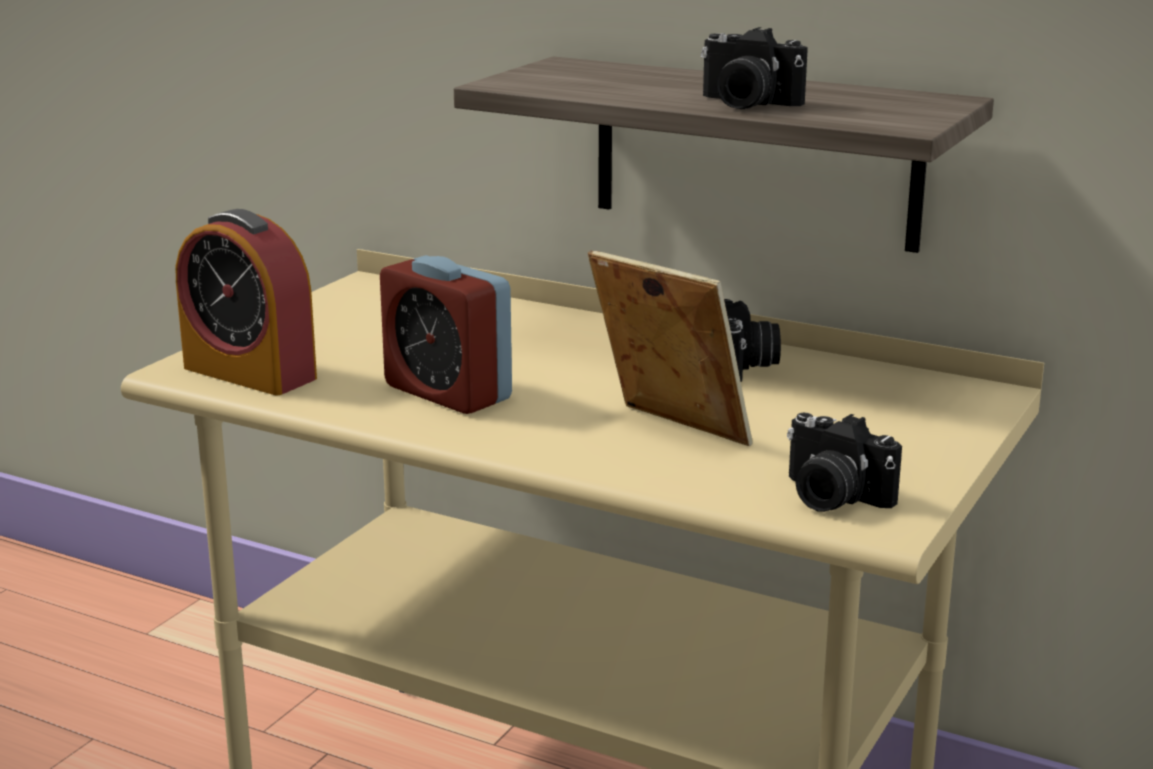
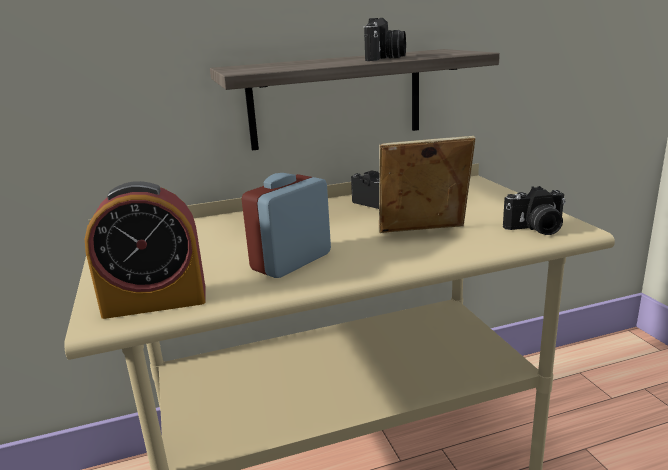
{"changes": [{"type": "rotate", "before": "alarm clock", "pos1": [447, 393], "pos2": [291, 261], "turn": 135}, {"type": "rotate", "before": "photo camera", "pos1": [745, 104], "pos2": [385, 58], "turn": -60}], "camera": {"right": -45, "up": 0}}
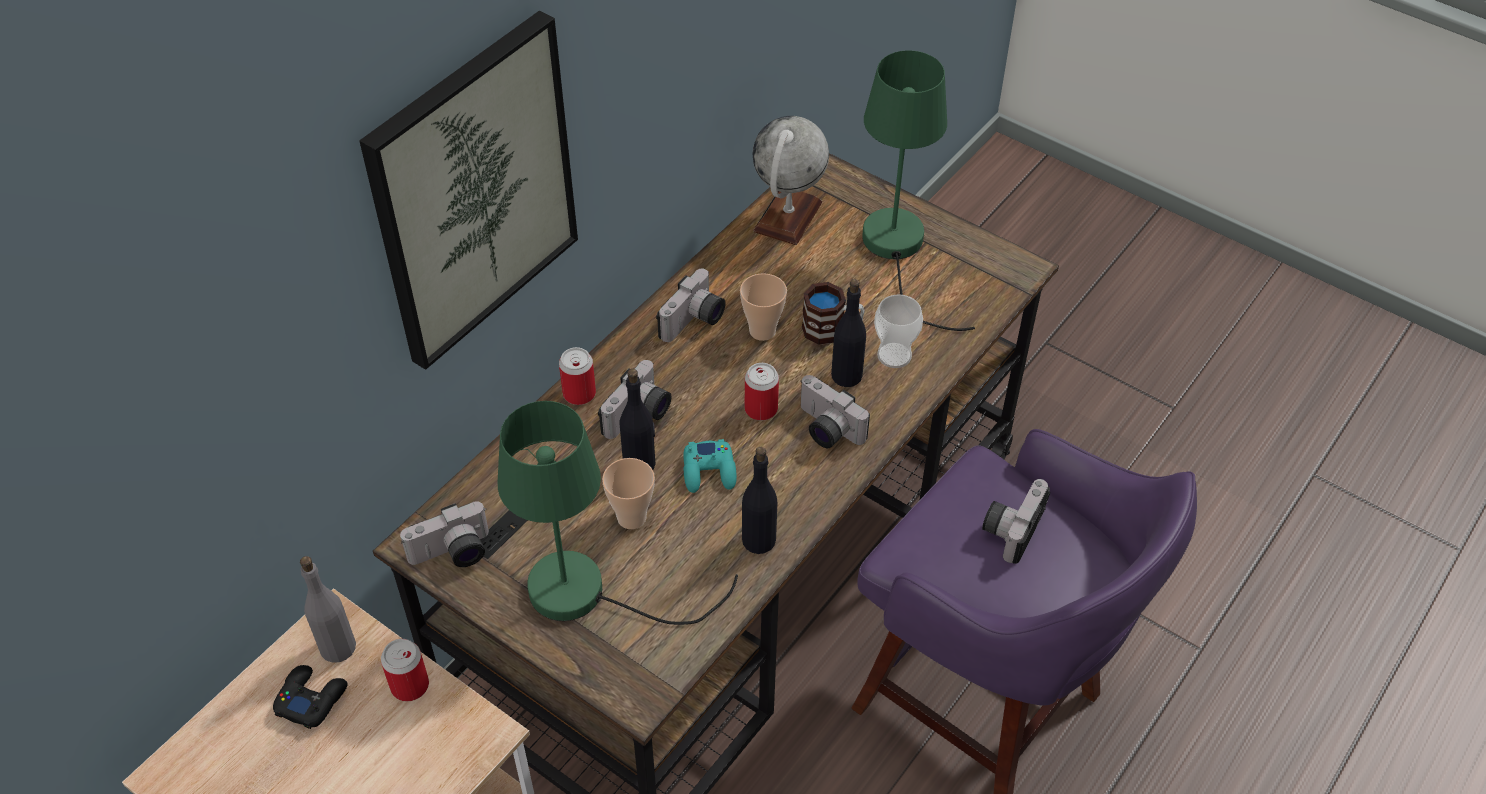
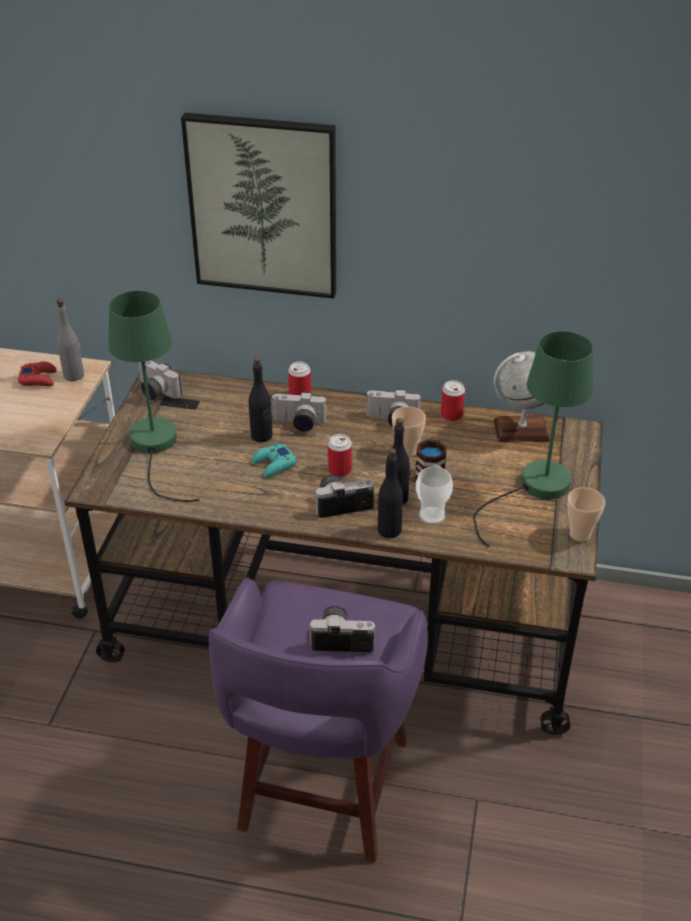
{"changes": [{"type": "recolor", "before": "black game controller", "after": "red game controller", "pos1": [311, 699], "pos2": [38, 379]}, {"type": "rotate", "before": "photo camera", "pos1": [825, 429], "pos2": [342, 503], "turn": 60}, {"type": "move", "before": "black bottle", "pos1": [758, 540], "pos2": [389, 530]}, {"type": "move", "before": "can", "pos1": [410, 685], "pos2": [451, 415]}, {"type": "move", "before": "cup", "pos1": [631, 517], "pos2": [580, 534]}], "camera": {"right": 65, "up": -10}}
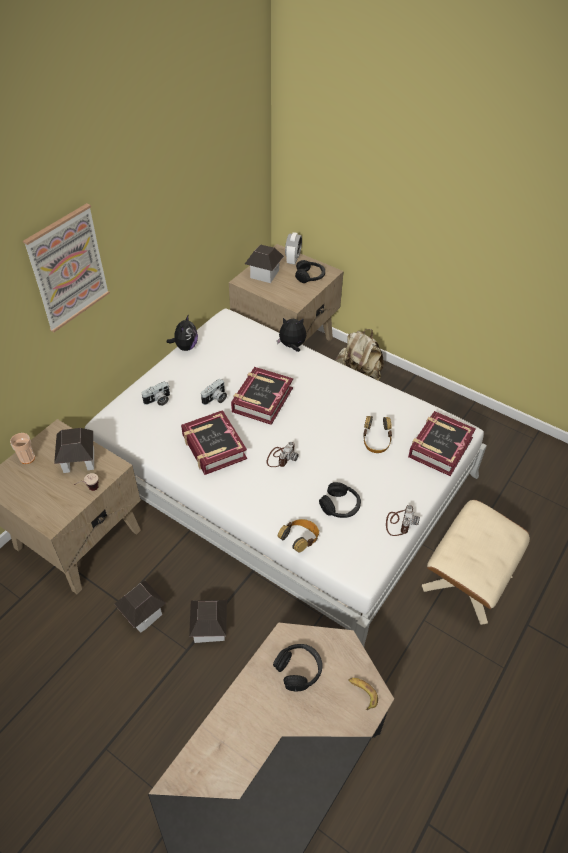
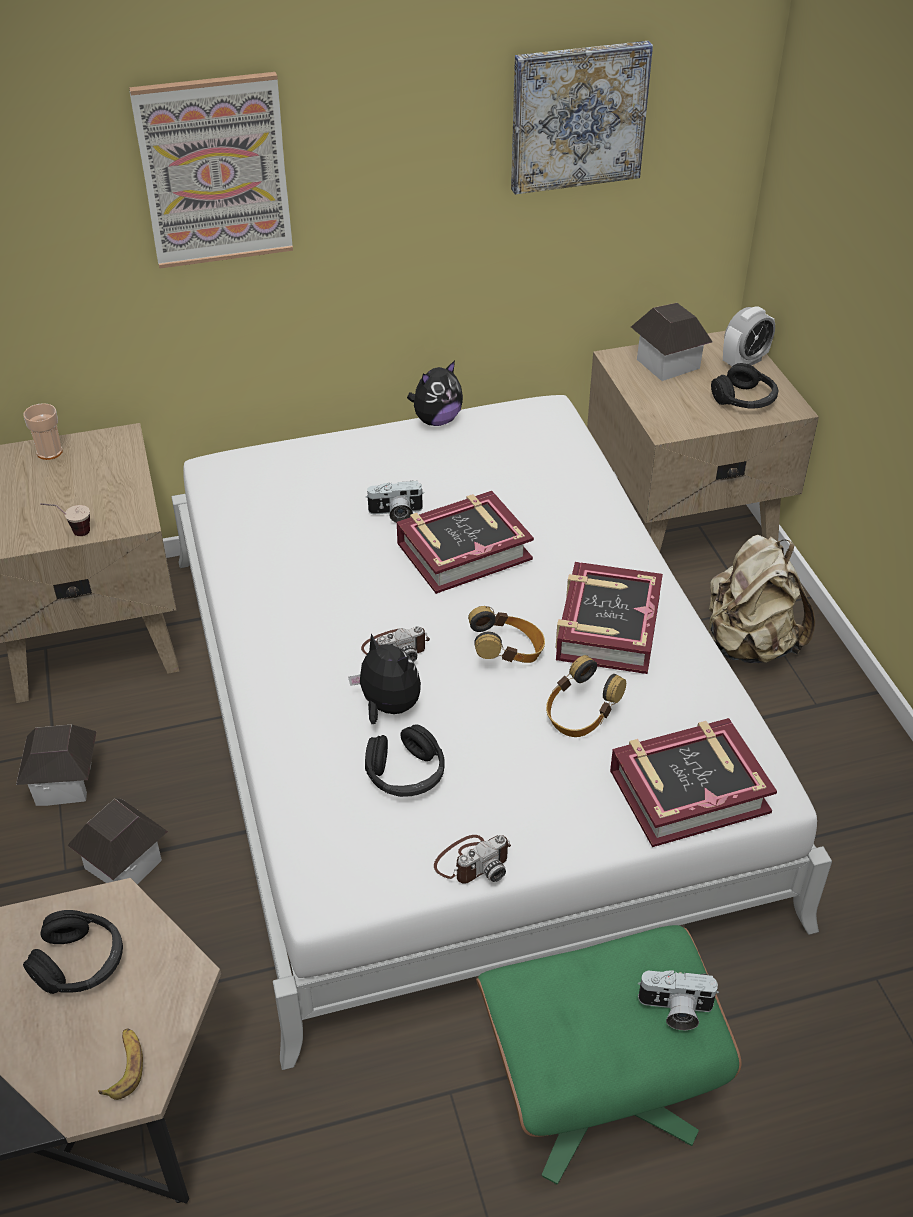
{"changes": [{"type": "move", "before": "plush toy", "pos1": [292, 346], "pos2": [387, 707]}, {"type": "move", "before": "headphones", "pos1": [300, 540], "pos2": [507, 653]}, {"type": "recolor", "before": "beige ottoman", "after": "green ottoman", "pos1": [466, 581], "pos2": [596, 1087]}, {"type": "insert", "after": "picture", "pos2": [577, 116]}, {"type": "move", "before": "book", "pos1": [213, 447], "pos2": [607, 627]}, {"type": "move", "before": "photo camera", "pos1": [158, 400], "pos2": [675, 1010]}, {"type": "delete", "before": "toy house", "pos1": [78, 461]}], "camera": {"right": 40, "up": -5}}
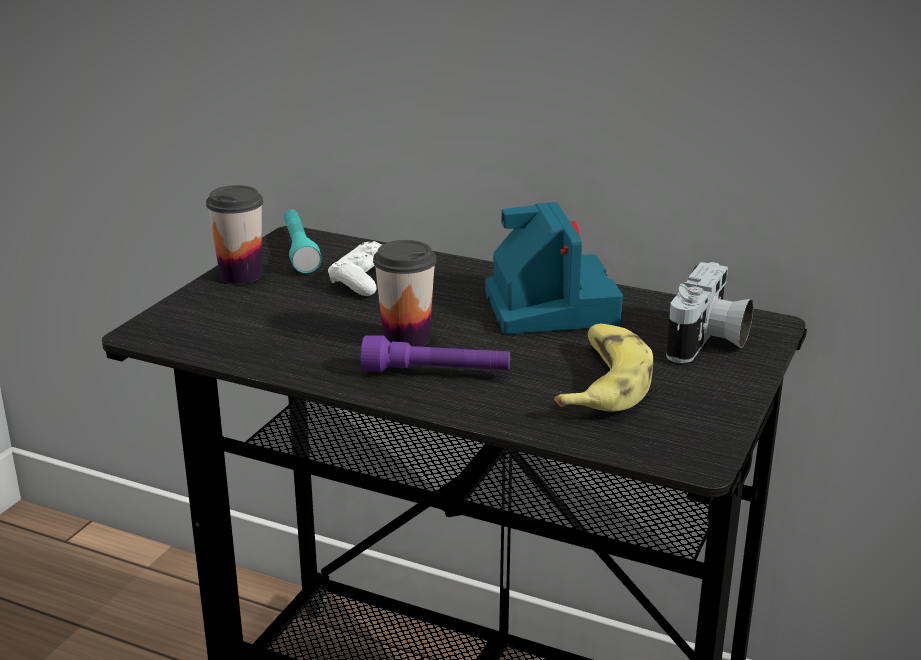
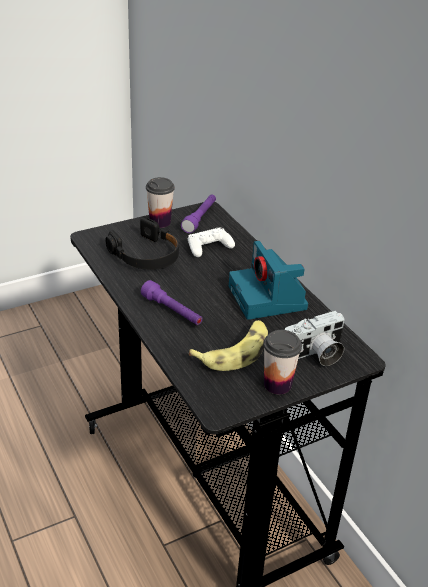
{"changes": [{"type": "insert", "after": "black headphones", "pos2": [146, 255]}, {"type": "recolor", "before": "turquoise flashlight", "after": "purple flashlight", "pos1": [299, 250], "pos2": [200, 218]}, {"type": "rotate", "before": "photo camera", "pos1": [548, 306], "pos2": [268, 298], "turn": 135}, {"type": "move", "before": "cup", "pos1": [406, 339], "pos2": [277, 384]}], "camera": {"right": 35, "up": 10}}
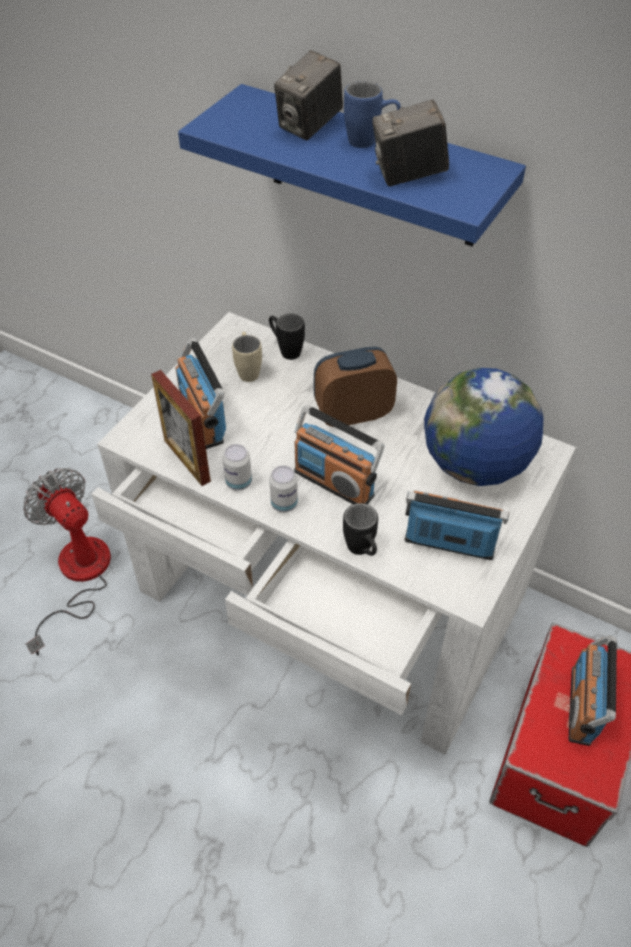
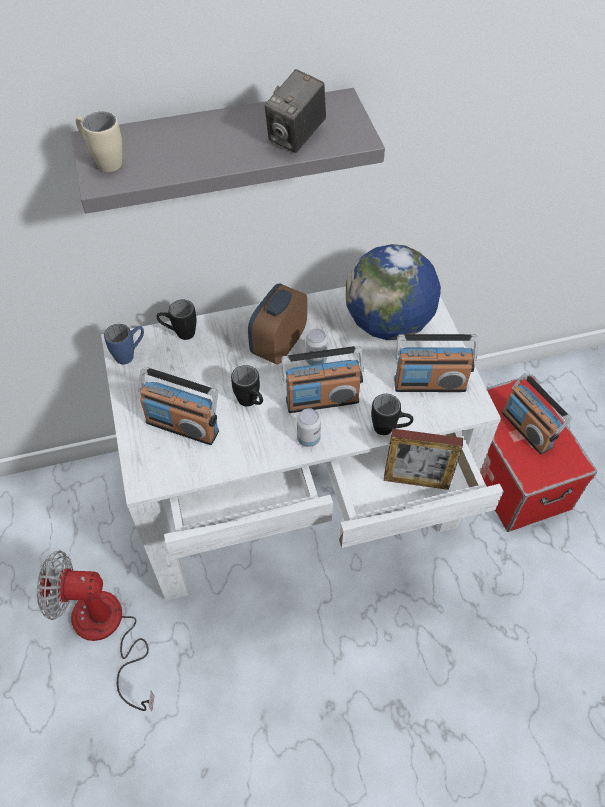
{"changes": [{"type": "recolor", "before": "blue shelf", "after": "grey shelf", "pos1": [372, 168], "pos2": [220, 147]}, {"type": "move", "before": "beige mug", "pos1": [248, 370], "pos2": [103, 161]}, {"type": "move", "before": "blue mug", "pos1": [370, 142], "pos2": [130, 354]}, {"type": "insert", "after": "black mug", "pos2": [251, 403]}, {"type": "move", "before": "can", "pos1": [239, 482], "pos2": [316, 359]}, {"type": "move", "before": "picture frame", "pos1": [187, 460], "pos2": [416, 481]}, {"type": "rotate", "before": "radio", "pos1": [449, 543], "pos2": [429, 383], "turn": -150}, {"type": "delete", "before": "photo camera", "pos1": [309, 127]}], "camera": {"right": -45, "up": 5}}
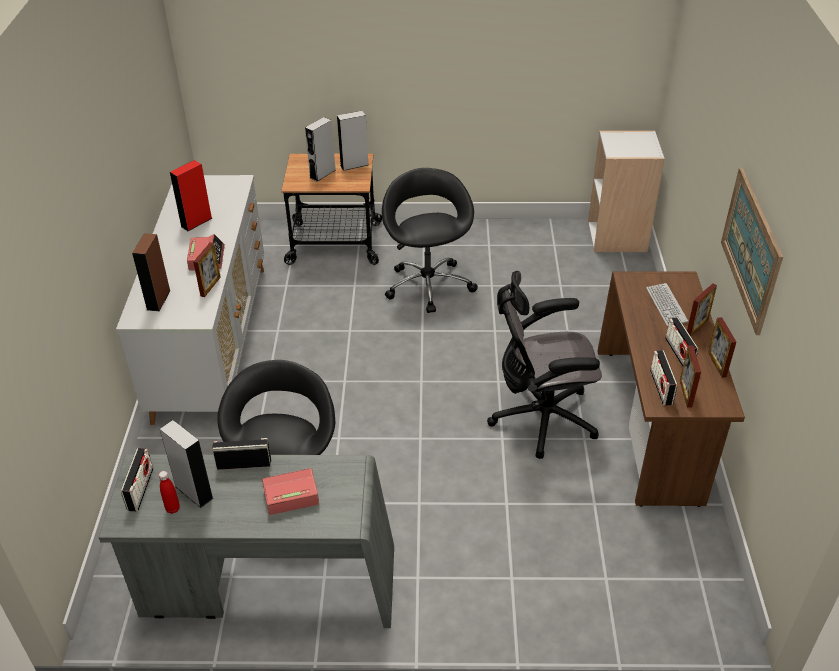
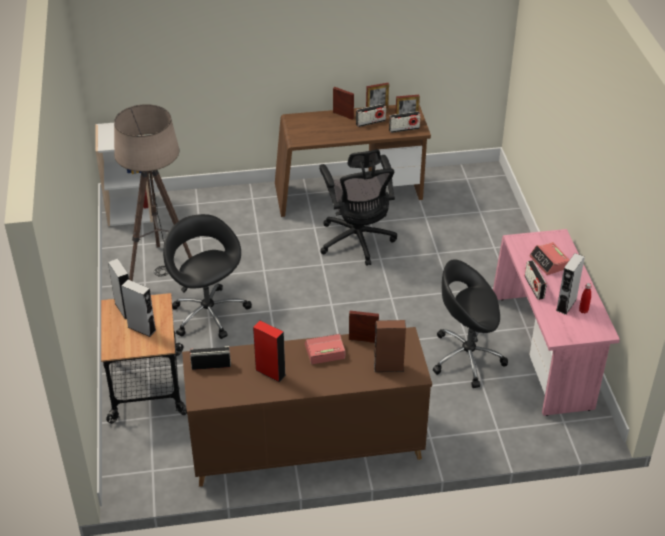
{"changes": [{"type": "insert", "after": "floor lamp", "pos2": [162, 272]}, {"type": "rotate", "before": "black office chair", "pos1": [428, 285], "pos2": [208, 313], "turn": 75}, {"type": "recolor", "before": "white dresser", "after": "brown dresser", "pos1": [212, 340], "pos2": [307, 445]}, {"type": "move", "before": "radio", "pos1": [140, 489], "pos2": [211, 365]}, {"type": "recolor", "before": "grey desk", "after": "pink desk", "pos1": [268, 586], "pos2": [544, 352]}, {"type": "delete", "before": "keyboard", "pos1": [666, 305]}, {"type": "delete", "before": "picture", "pos1": [751, 249]}], "camera": {"right": -100, "up": 0}}
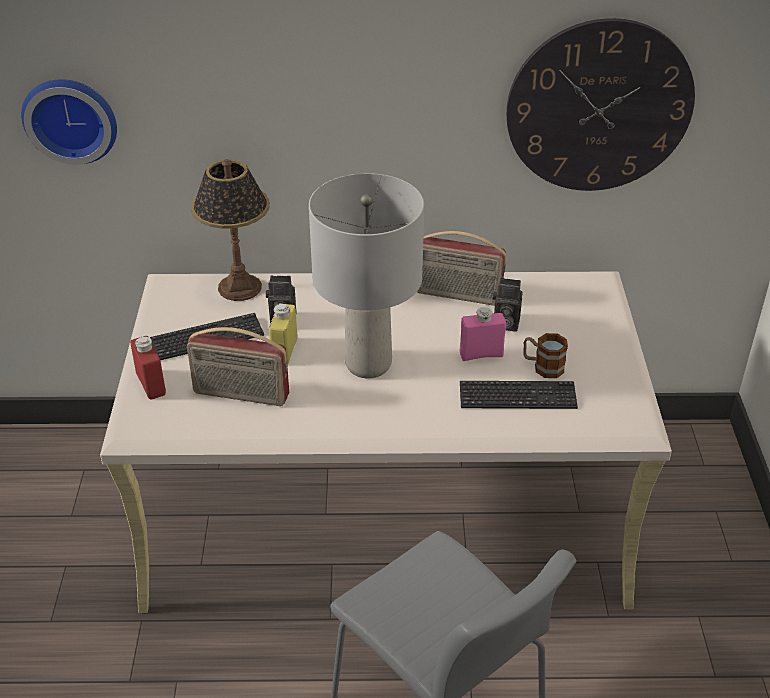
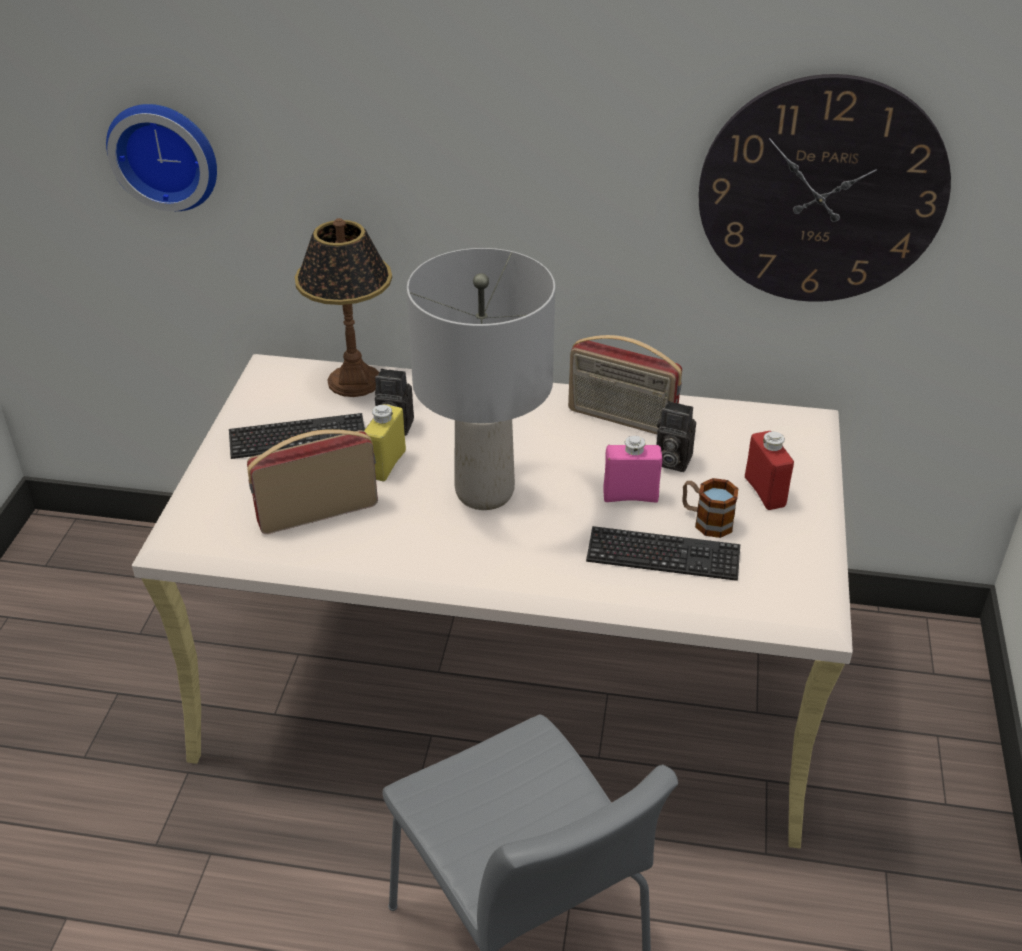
{"changes": [{"type": "rotate", "before": "radio", "pos1": [240, 395], "pos2": [317, 512], "turn": 135}, {"type": "move", "before": "red bottle", "pos1": [151, 384], "pos2": [764, 492]}], "camera": {"right": 10, "up": 0}}
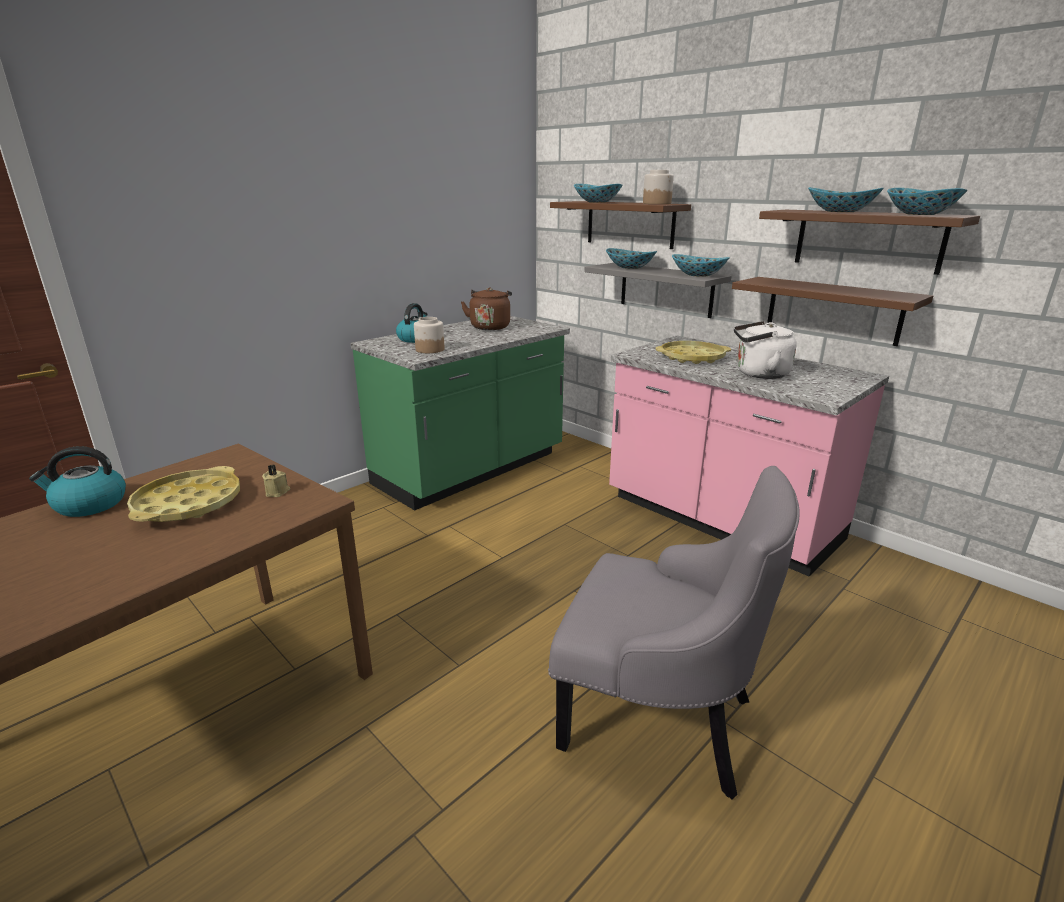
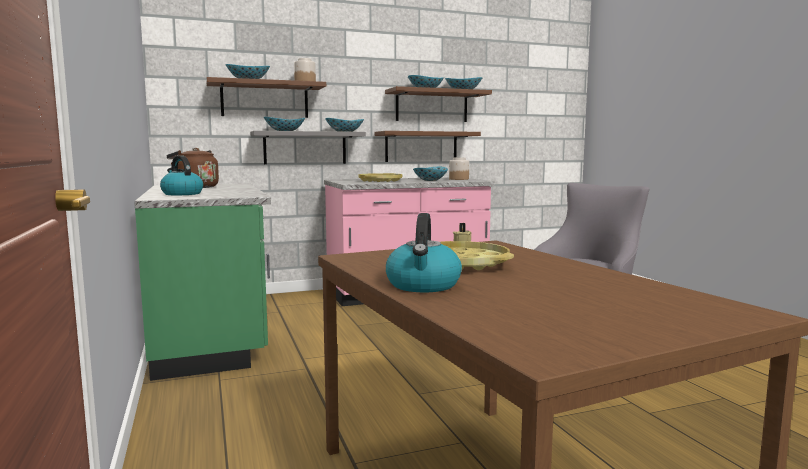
{"changes": [{"type": "replace", "before": "white kettle", "after": "bowl", "pos1": [758, 374], "pos2": [430, 180]}, {"type": "move", "before": "jar", "pos1": [429, 349], "pos2": [458, 179]}], "camera": {"right": -65, "up": -15}}
